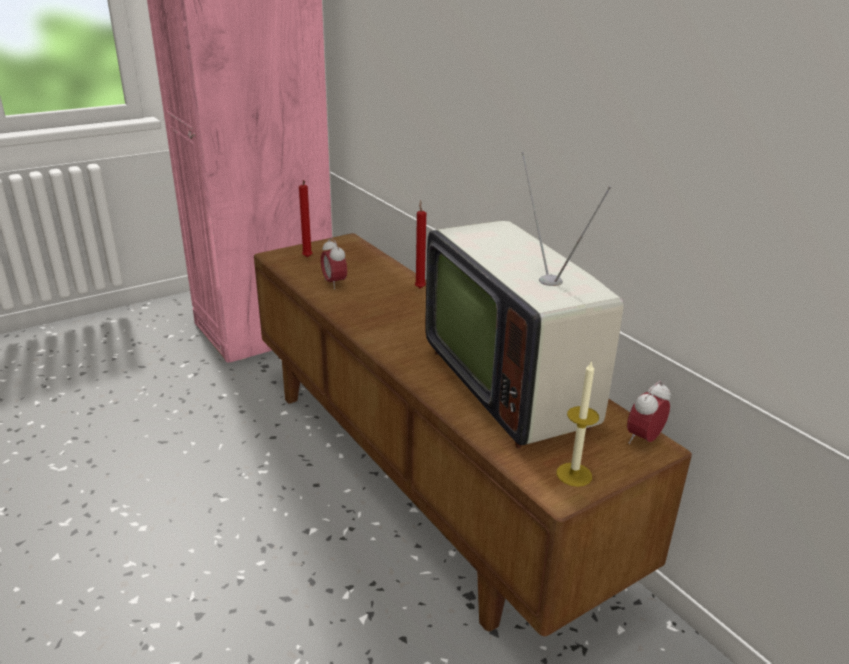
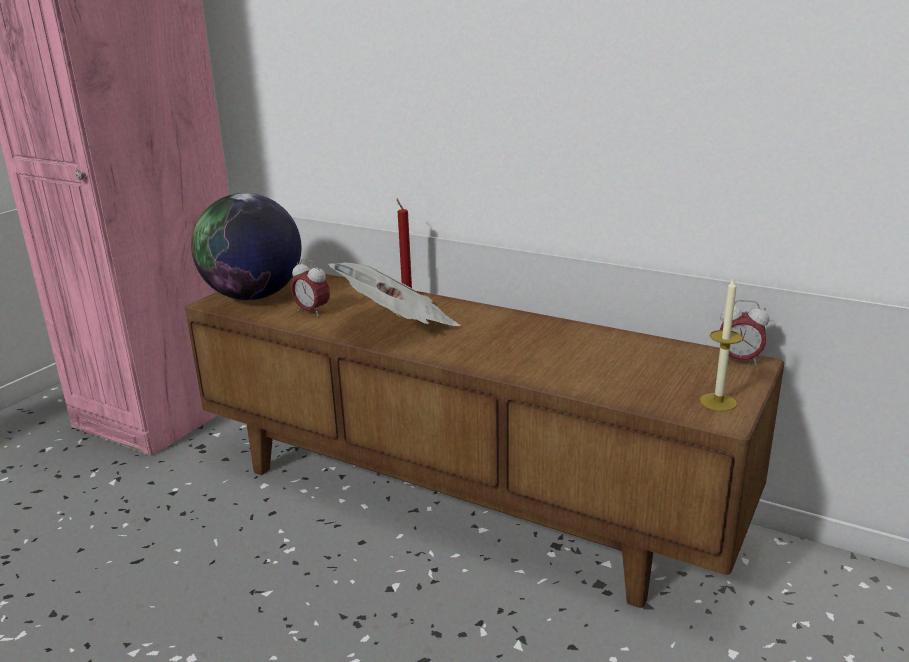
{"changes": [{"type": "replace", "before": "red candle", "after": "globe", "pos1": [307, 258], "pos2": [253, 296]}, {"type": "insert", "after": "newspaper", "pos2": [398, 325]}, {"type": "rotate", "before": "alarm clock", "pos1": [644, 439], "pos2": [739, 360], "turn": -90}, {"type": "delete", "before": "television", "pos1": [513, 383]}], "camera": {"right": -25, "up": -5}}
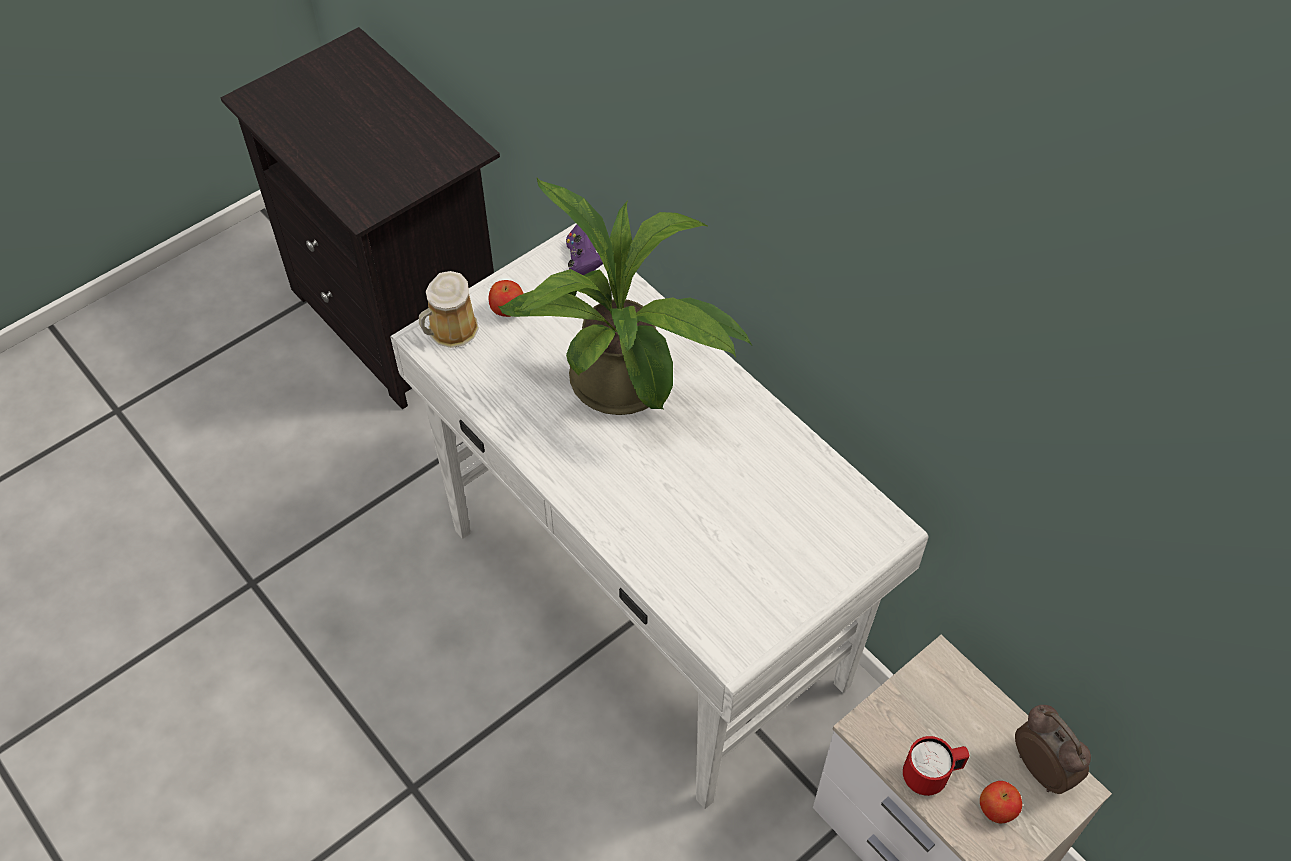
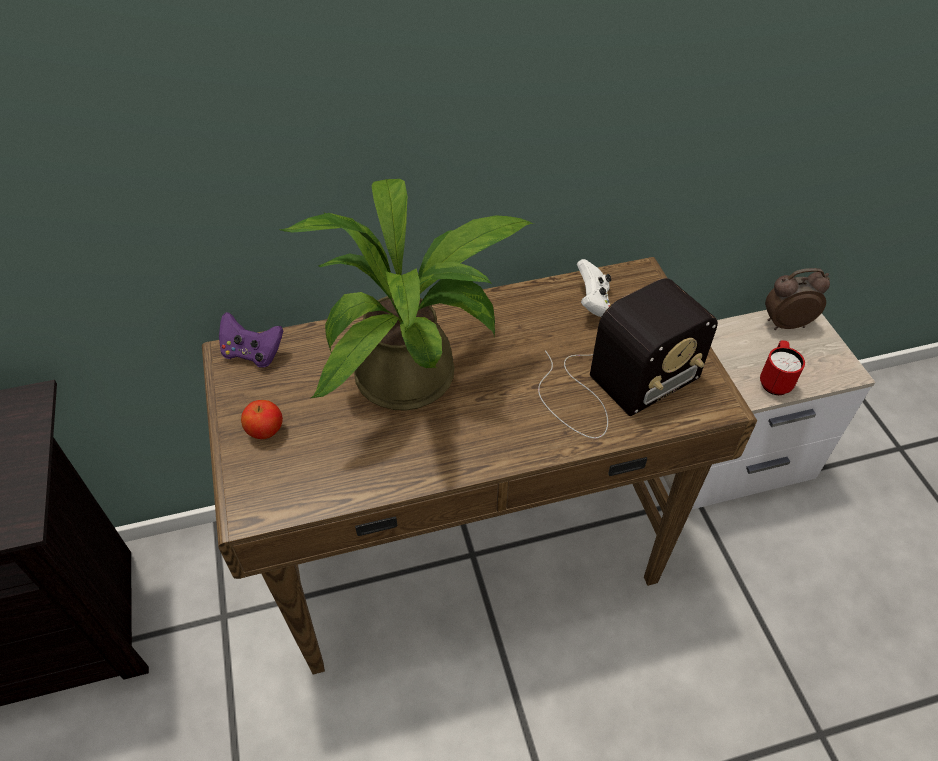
{"changes": [{"type": "recolor", "before": "white console table", "after": "brown console table", "pos1": [649, 608], "pos2": [470, 550]}, {"type": "insert", "after": "radio", "pos2": [612, 386]}, {"type": "insert", "after": "white game controller", "pos2": [593, 303]}, {"type": "delete", "before": "mug", "pos1": [450, 331]}, {"type": "delete", "before": "apple", "pos1": [996, 809]}], "camera": {"right": -65, "up": -5}}
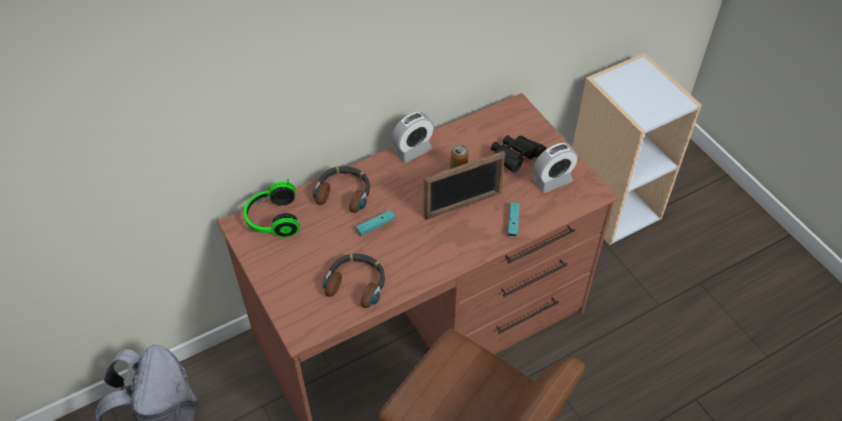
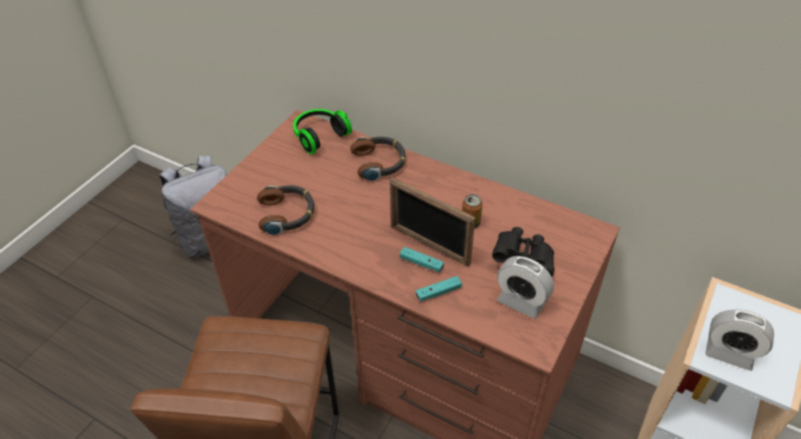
{"changes": [{"type": "move", "before": "turquoise game controller", "pos1": [375, 226], "pos2": [421, 263]}, {"type": "move", "before": "alarm clock", "pos1": [412, 150], "pos2": [729, 353]}], "camera": {"right": 60, "up": -5}}
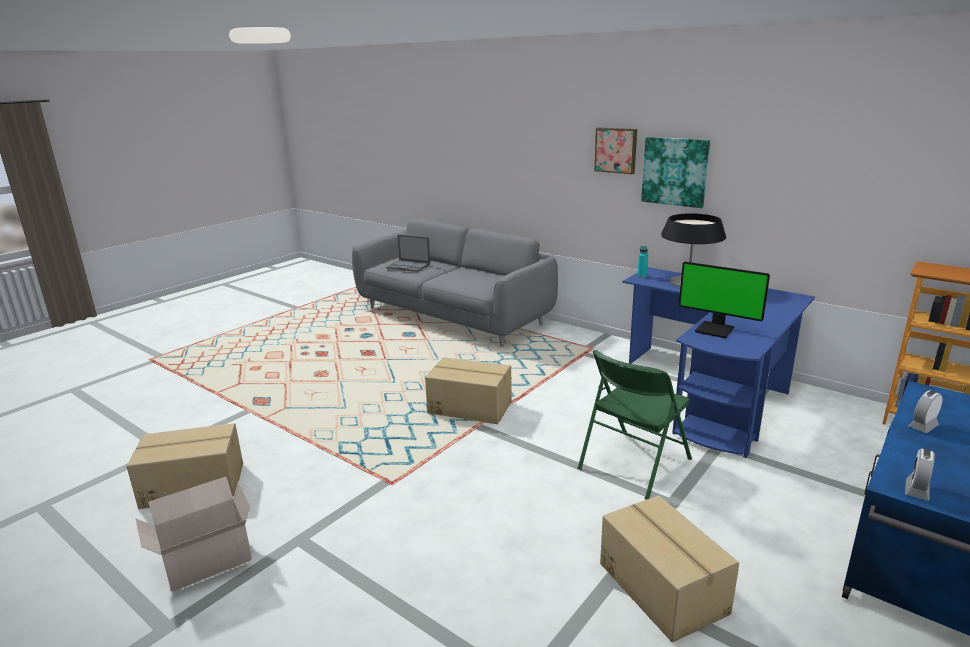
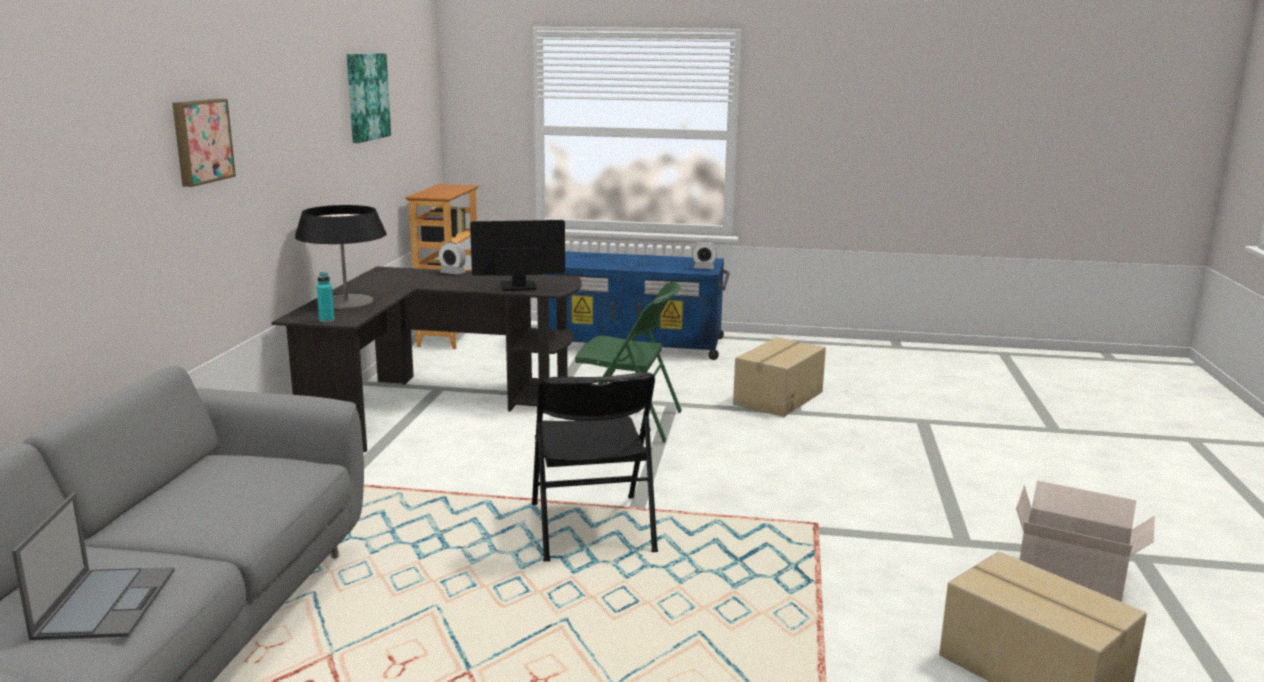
{"changes": [{"type": "recolor", "before": "blue desk", "after": "black desk", "pos1": [713, 393], "pos2": [432, 404]}, {"type": "move", "before": "picture", "pos1": [675, 171], "pos2": [366, 96]}, {"type": "move", "before": "alarm clock", "pos1": [923, 426], "pos2": [452, 273]}, {"type": "rotate", "before": "monitor", "pos1": [715, 329], "pos2": [517, 287], "turn": -105}, {"type": "replace", "before": "cardboard box", "after": "black chair", "pos1": [470, 407], "pos2": [591, 527]}], "camera": {"right": -120, "up": -5}}
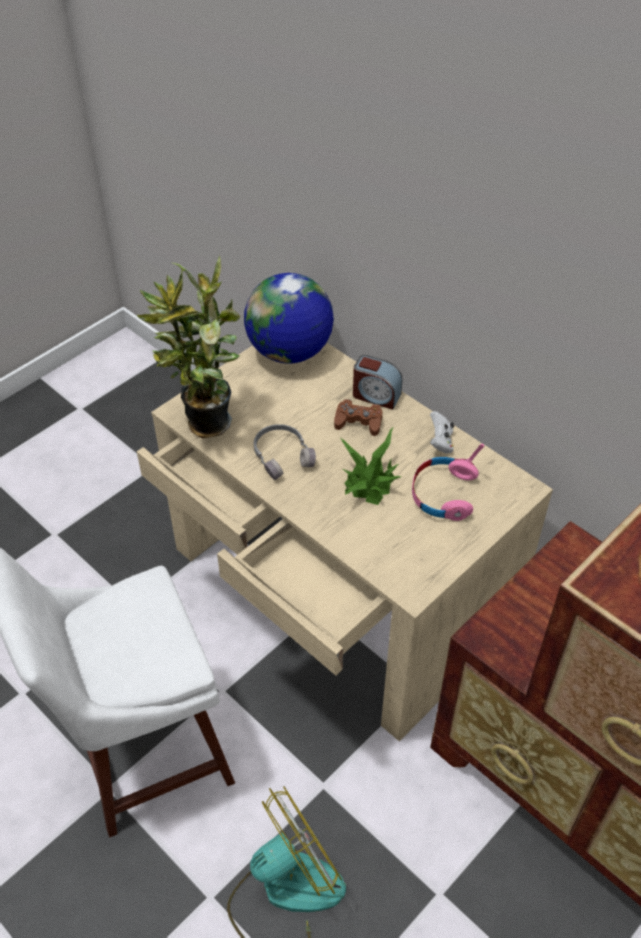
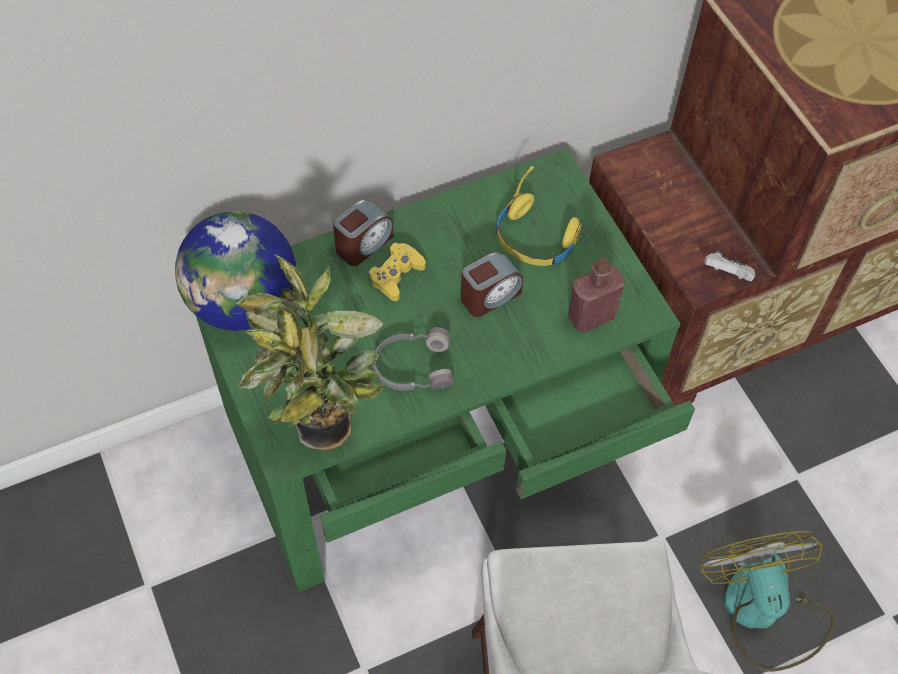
{"changes": [{"type": "recolor", "before": "beige desk", "after": "green desk", "pos1": [330, 598], "pos2": [443, 449]}, {"type": "recolor", "before": "brown game controller", "after": "yellow game controller", "pos1": [358, 422], "pos2": [396, 275]}, {"type": "replace", "before": "potted plant", "after": "alarm clock", "pos1": [370, 481], "pos2": [490, 296]}, {"type": "recolor", "before": "pink headphones", "after": "yellow headphones", "pos1": [443, 494], "pos2": [535, 239]}, {"type": "insert", "after": "red bottle", "pos2": [591, 316]}, {"type": "move", "before": "white game controller", "pos1": [440, 442], "pos2": [727, 275]}], "camera": {"right": -70, "up": 10}}
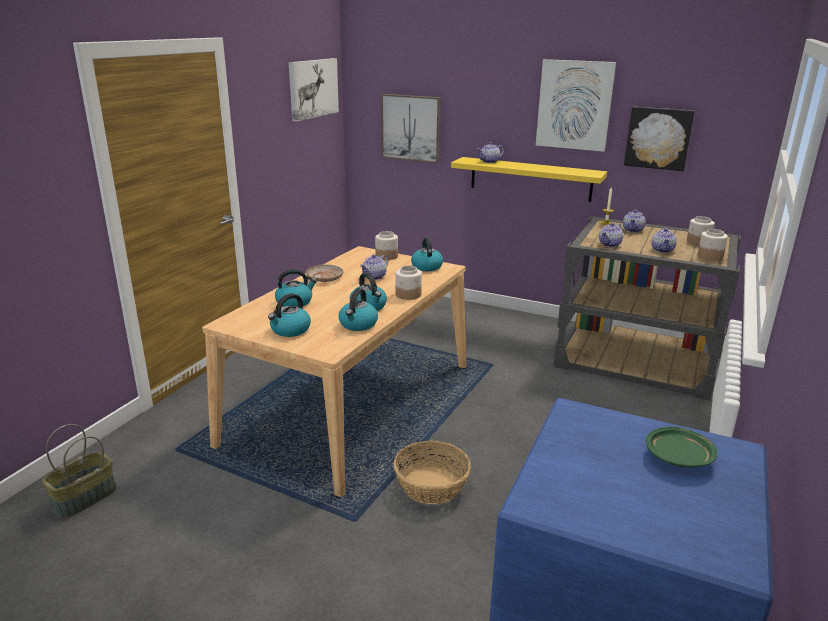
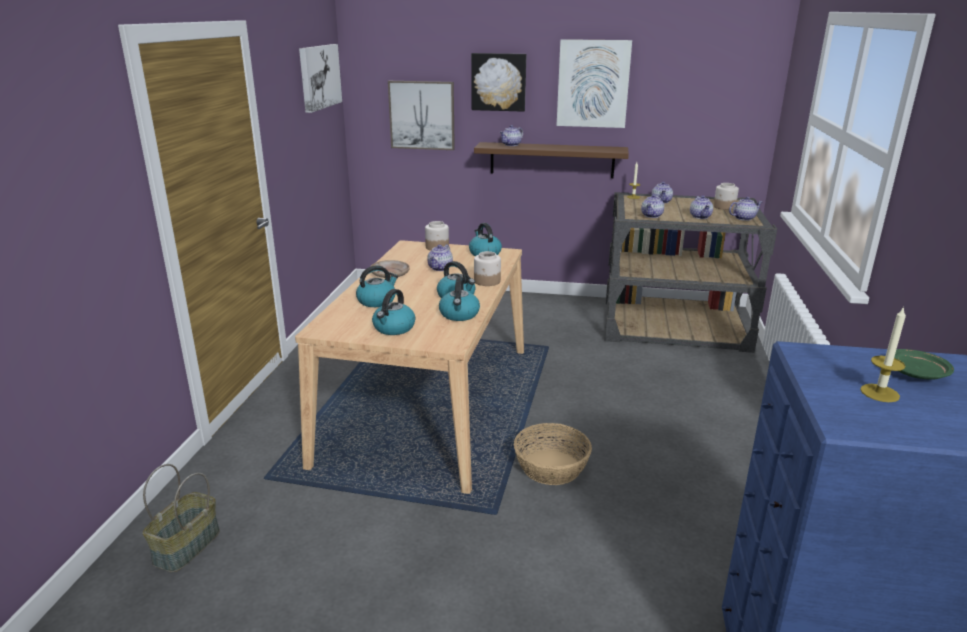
{"changes": [{"type": "move", "before": "picture", "pos1": [658, 138], "pos2": [498, 82]}, {"type": "recolor", "before": "yellow shelf", "after": "brown shelf", "pos1": [530, 179], "pos2": [552, 160]}, {"type": "replace", "before": "jar", "after": "teapot", "pos1": [709, 256], "pos2": [743, 218]}, {"type": "insert", "after": "candle", "pos2": [879, 393]}], "camera": {"right": -15, "up": 0}}
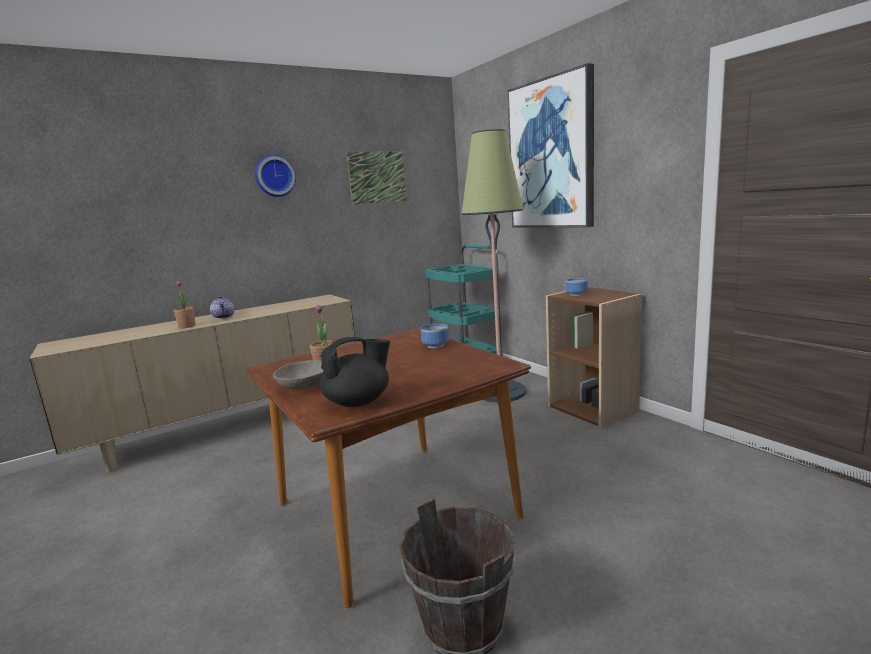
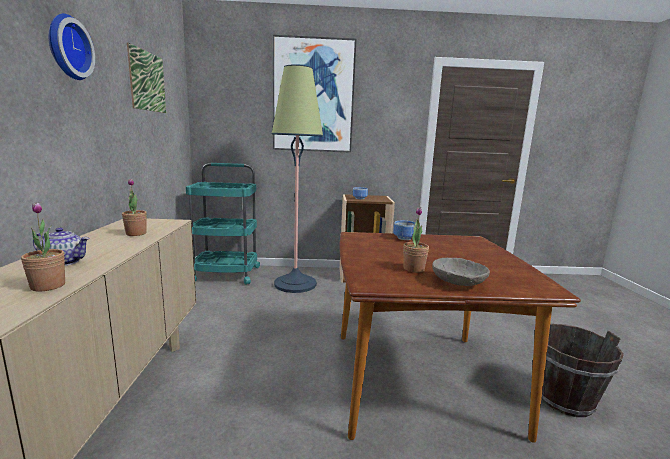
{"changes": [{"type": "insert", "after": "potted plant", "pos2": [136, 234]}, {"type": "delete", "before": "black teapot", "pos1": [358, 402]}], "camera": {"right": -60, "up": 0}}
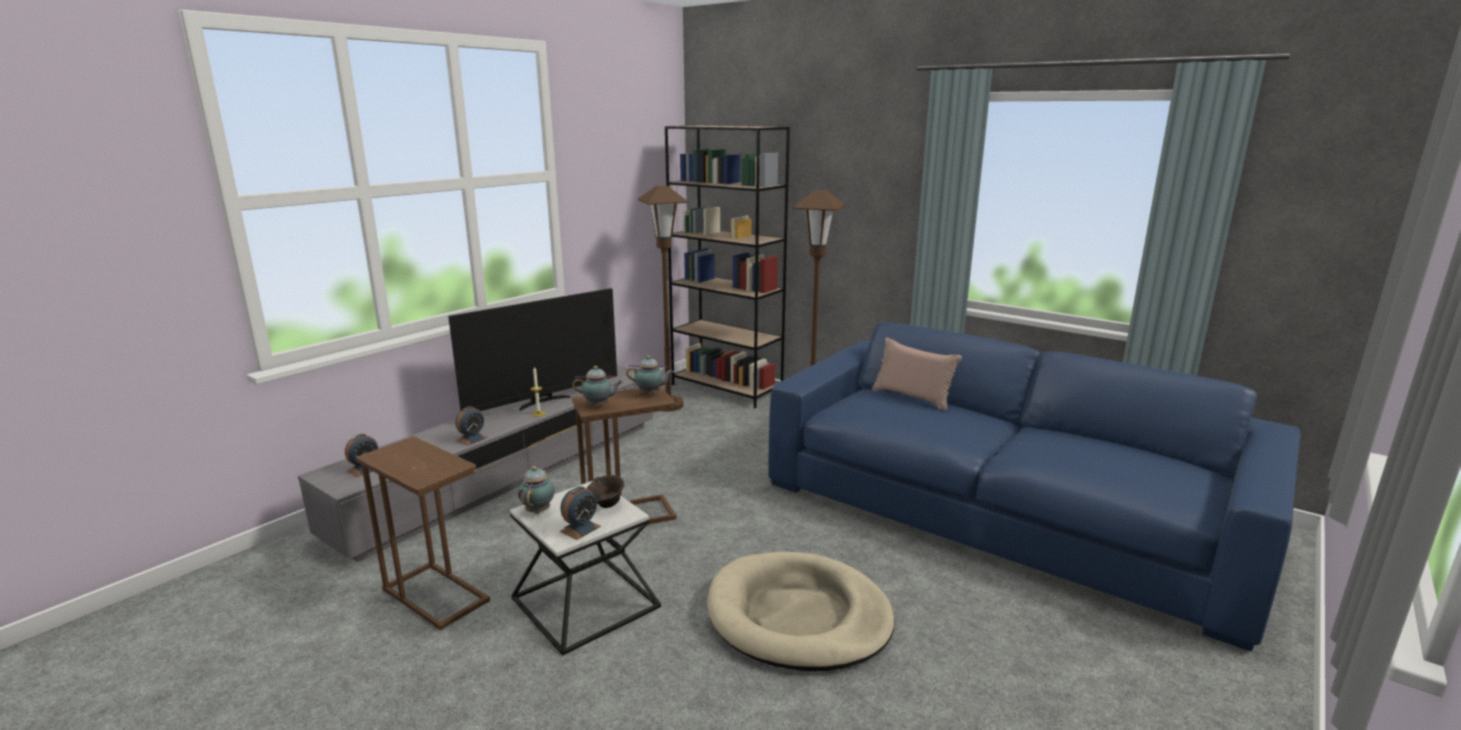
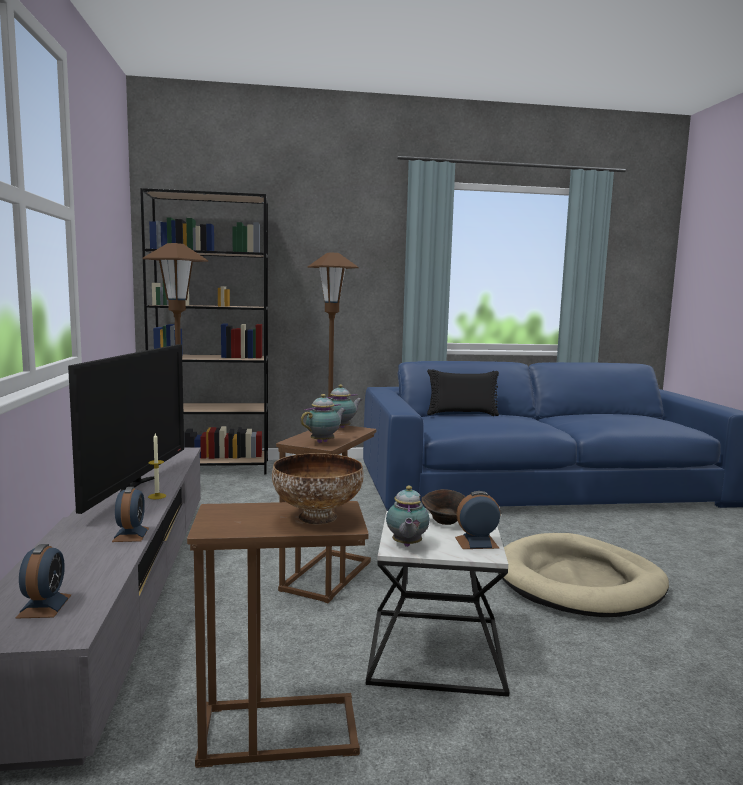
{"changes": [{"type": "insert", "after": "bowl", "pos2": [316, 518]}, {"type": "rotate", "before": "teapot", "pos1": [539, 510], "pos2": [406, 545], "turn": -135}, {"type": "recolor", "before": "beige pillow", "after": "black pillow", "pos1": [912, 398], "pos2": [462, 414]}, {"type": "rotate", "before": "alarm clock", "pos1": [580, 529], "pos2": [476, 542], "turn": -90}], "camera": {"right": -45, "up": -10}}
